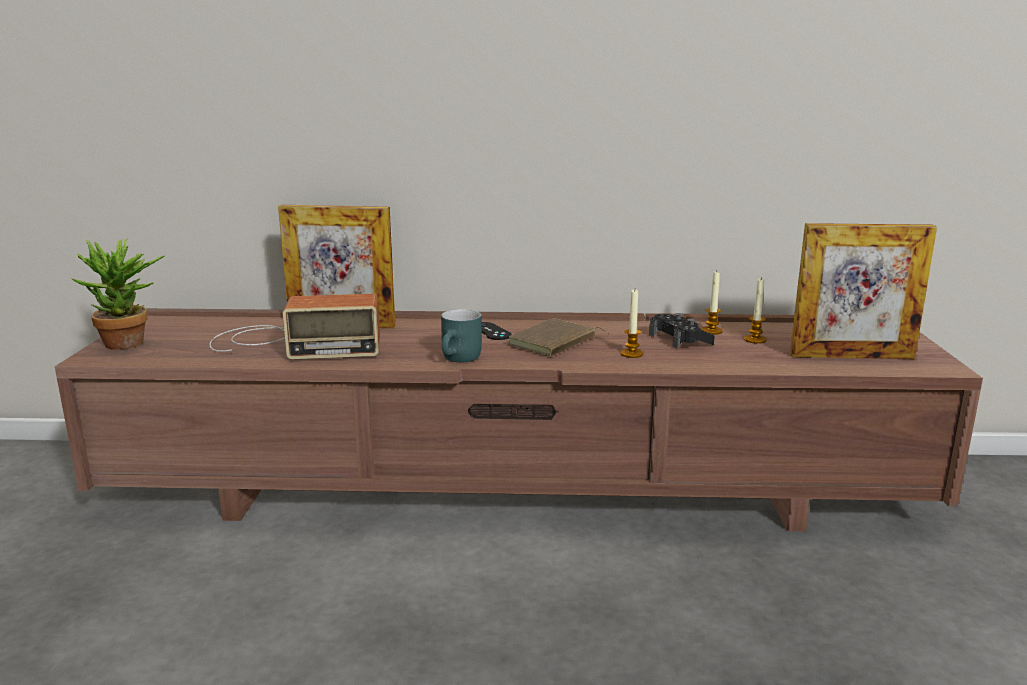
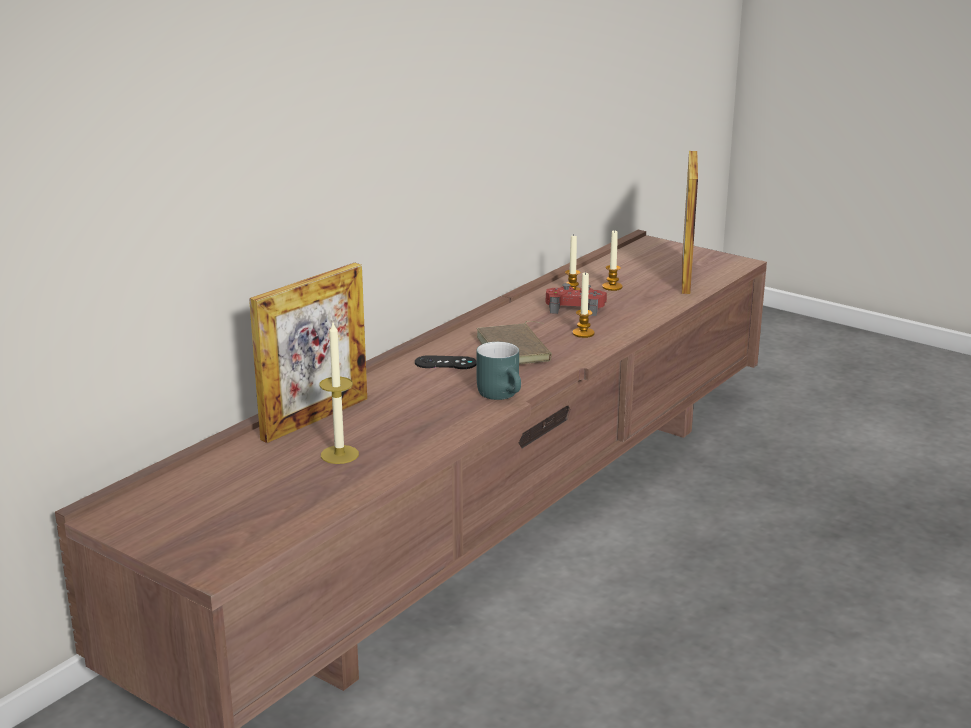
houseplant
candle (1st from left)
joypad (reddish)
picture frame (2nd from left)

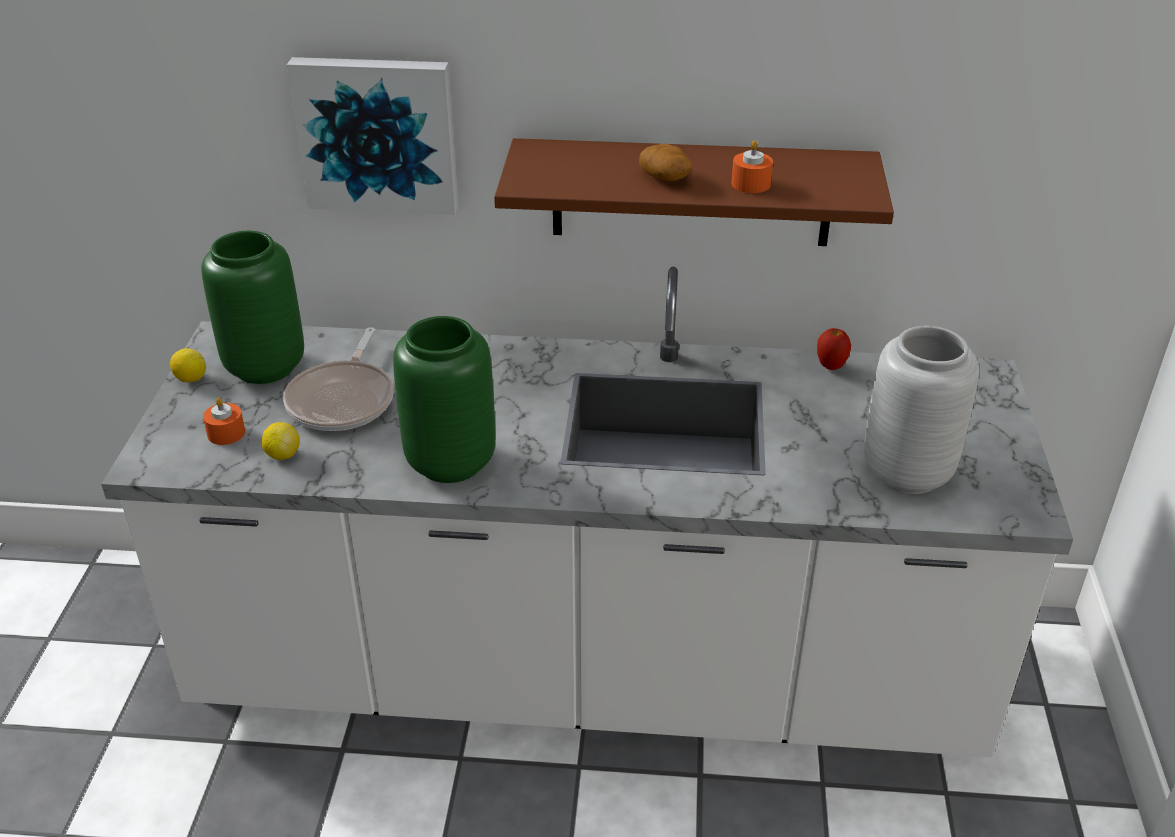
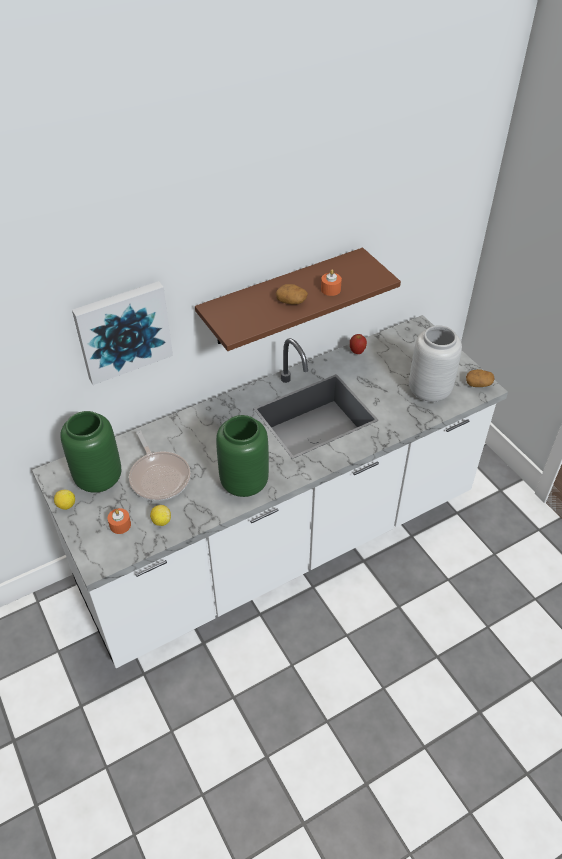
spud (2nd from left)

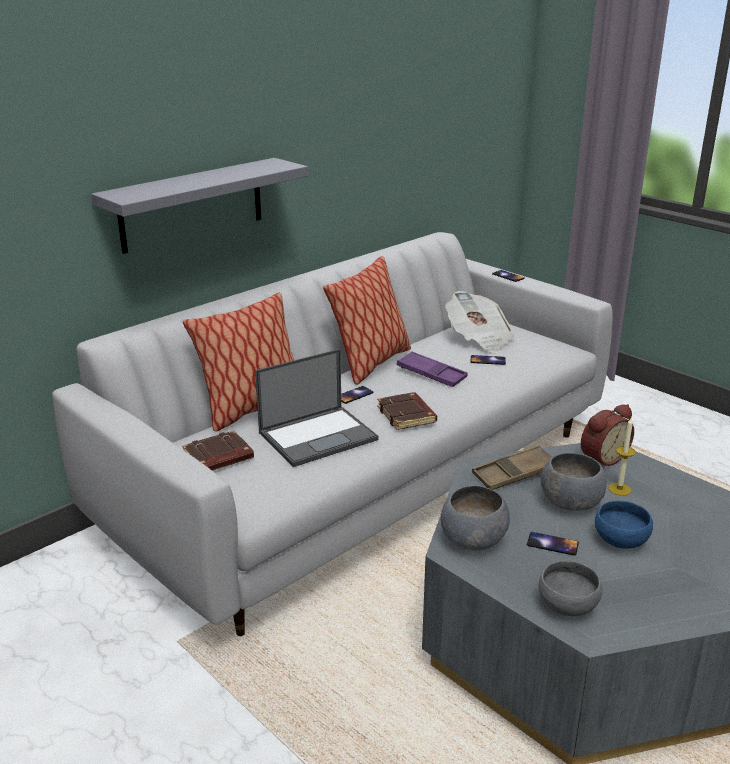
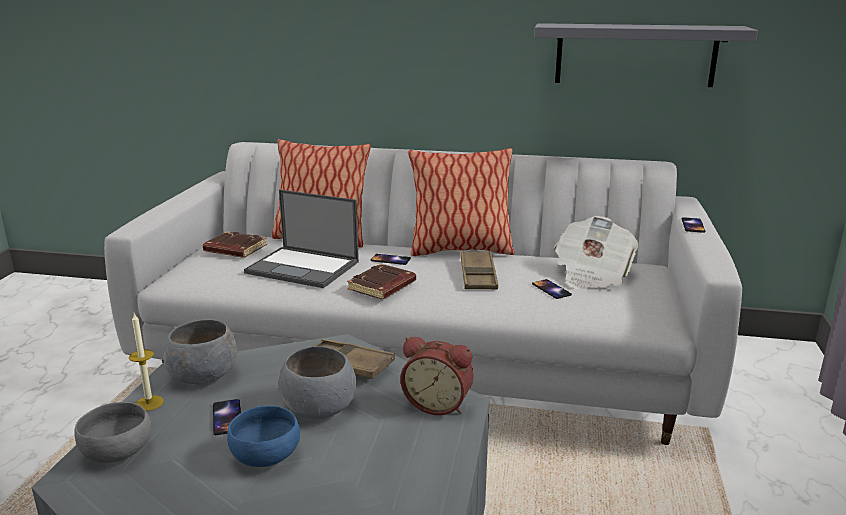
wall shelf (gray)
tray (brown-coloured) (2nd from left)
candle

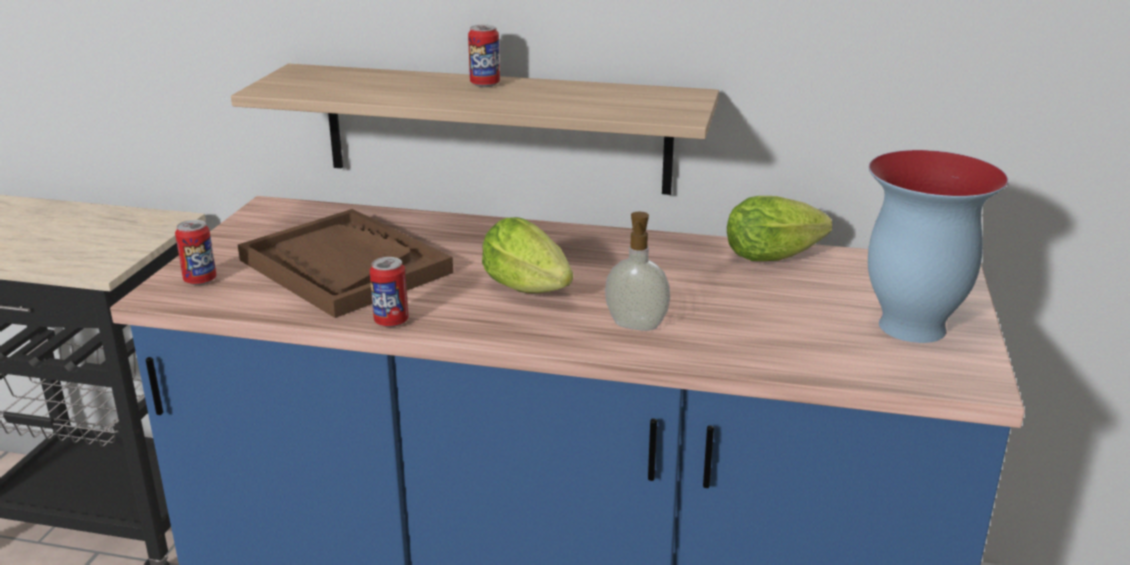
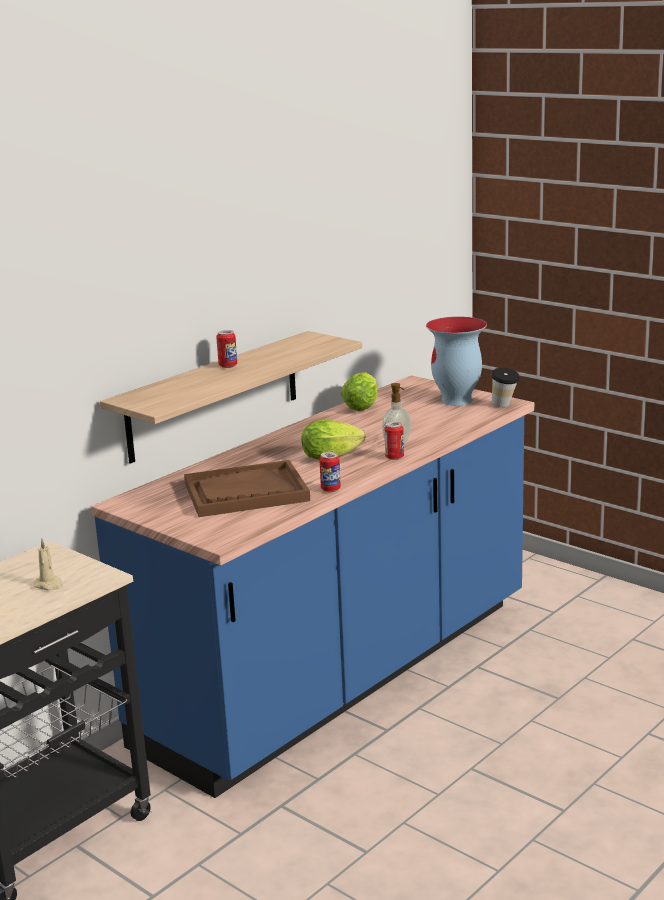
sealed can (3rd from left)
candle (beige)
cup

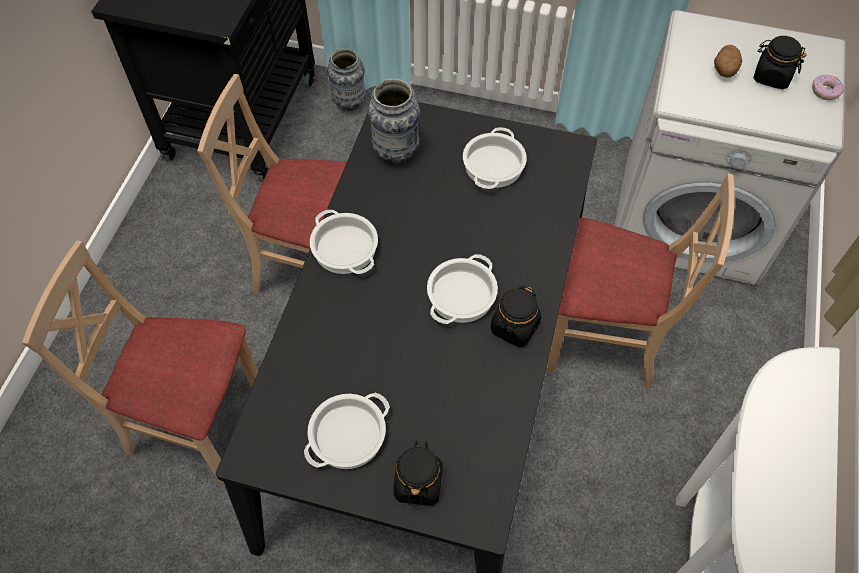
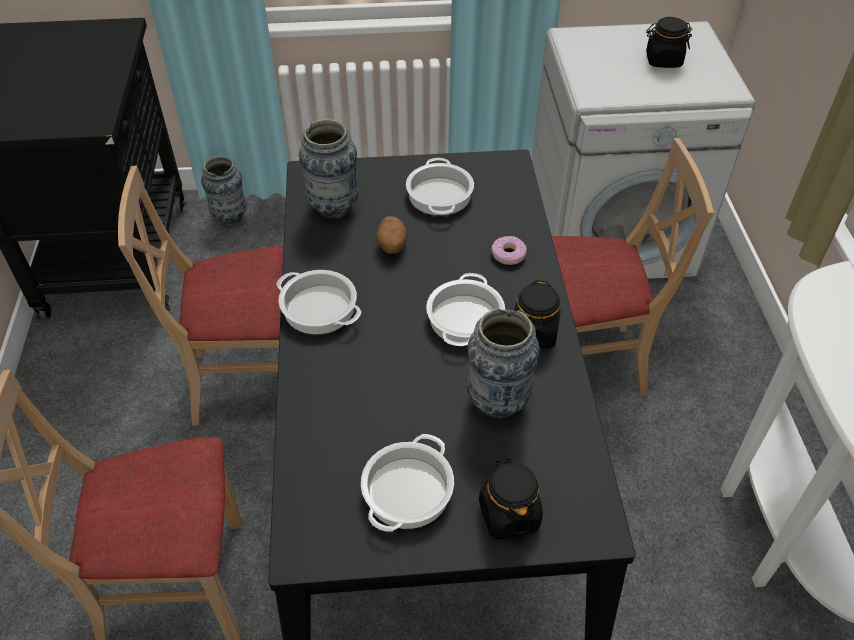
spud
ring doughnut
vase (3rd from left)

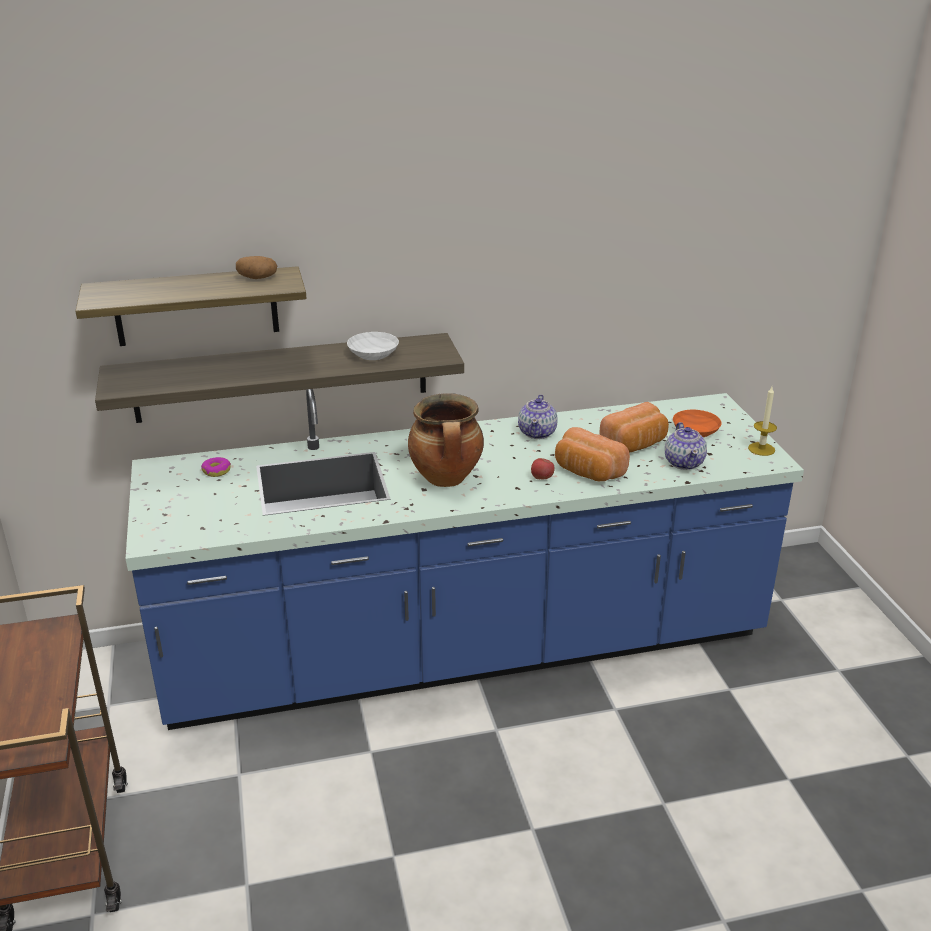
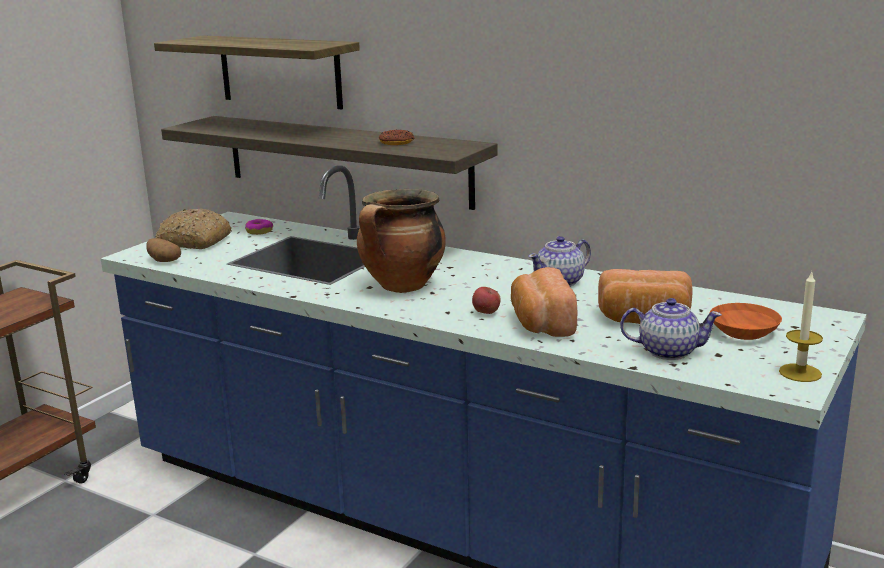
spud
ring doughnut (2nd from left)
tea pot (2nd from left)
baked bread (1st from left)

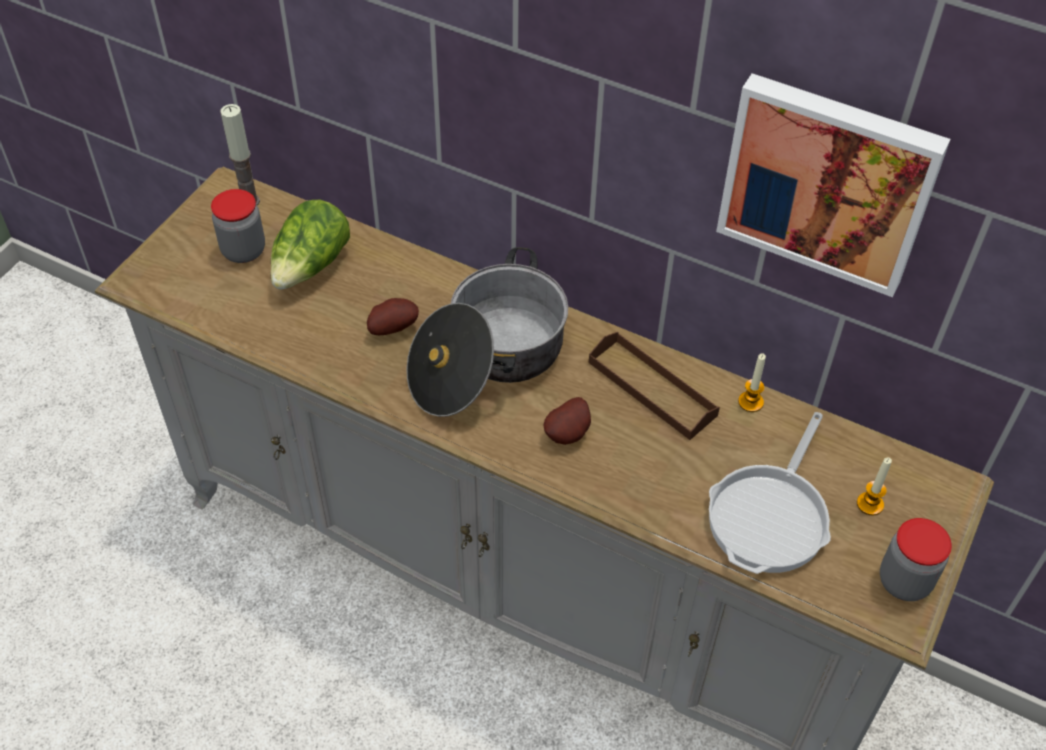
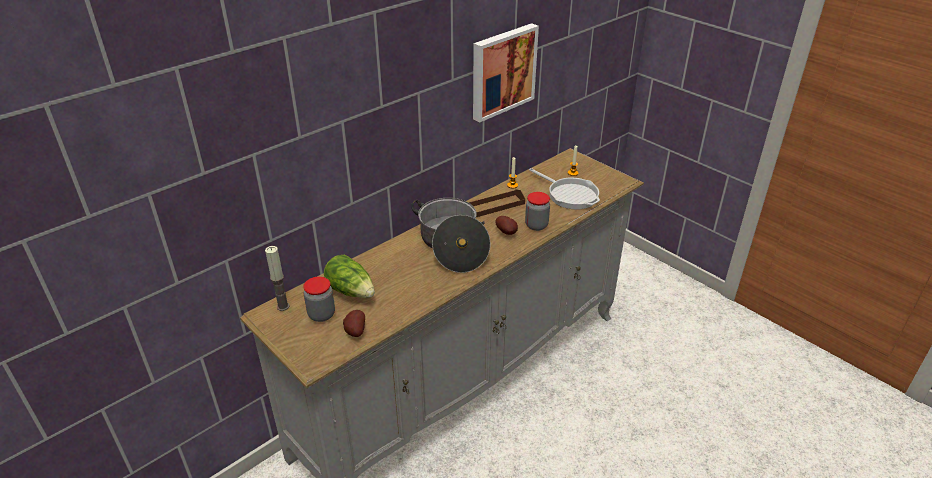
spud (1st from left)
storage jar (2nd from left)

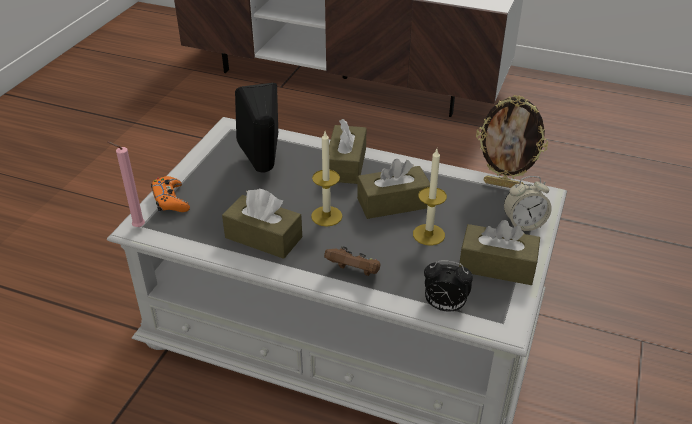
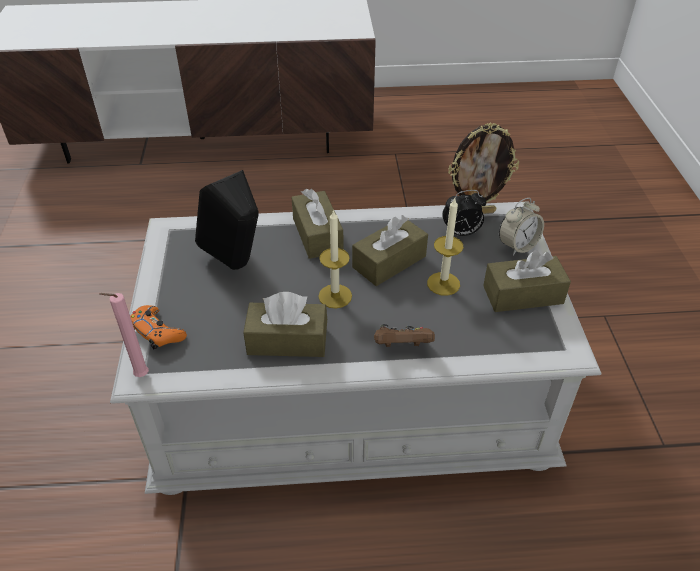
table clock (1st from left)

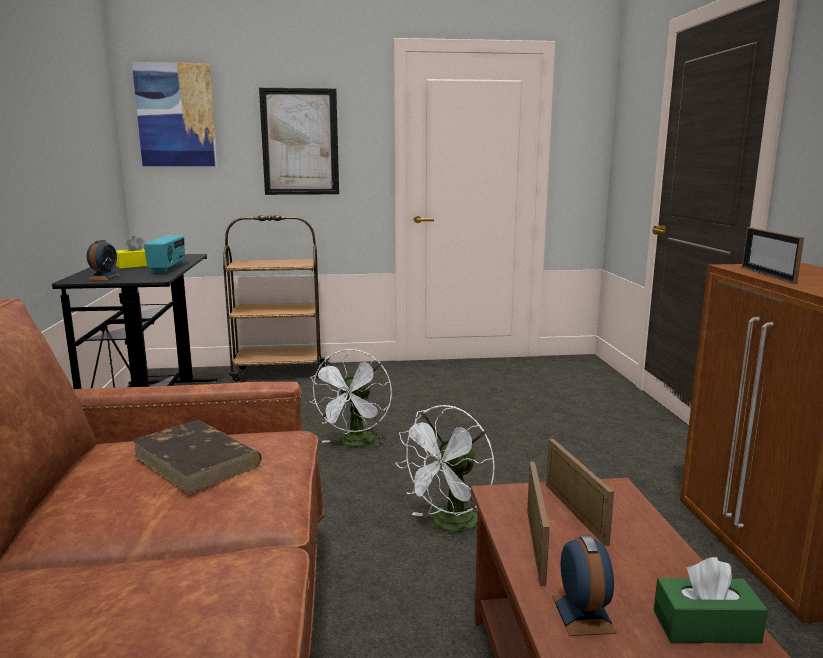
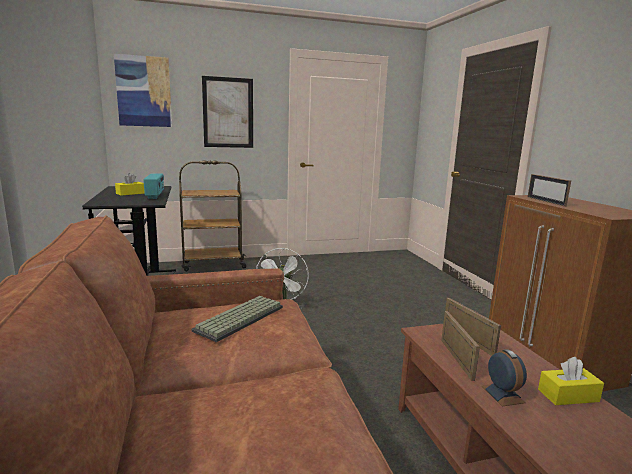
table clock (1st from left in the first image)
keyboard
electric fan (white-coloured) (2nd from left in the first image)
tissue holder (yellow-coloured) (2nd from left)

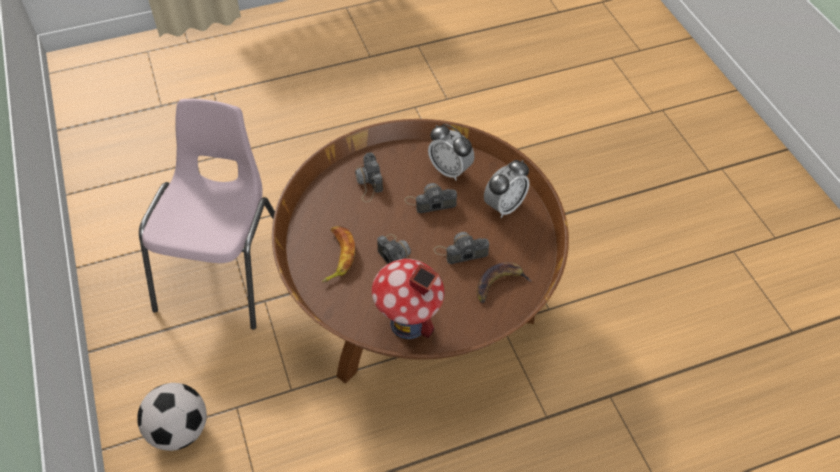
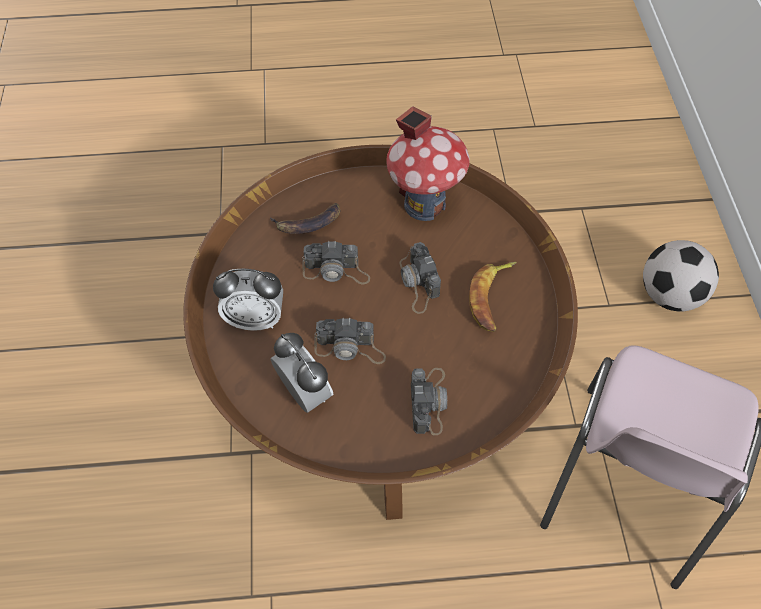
table clock (1st from left)

